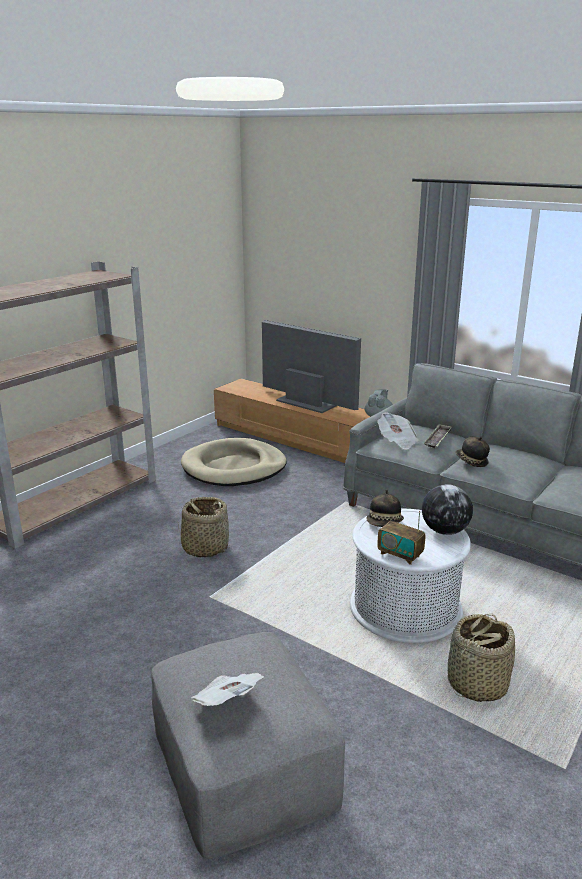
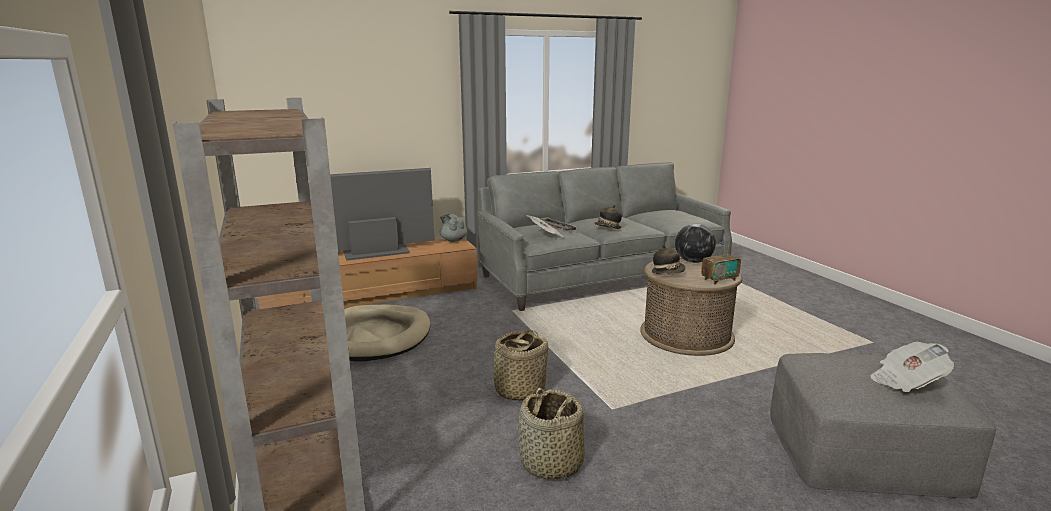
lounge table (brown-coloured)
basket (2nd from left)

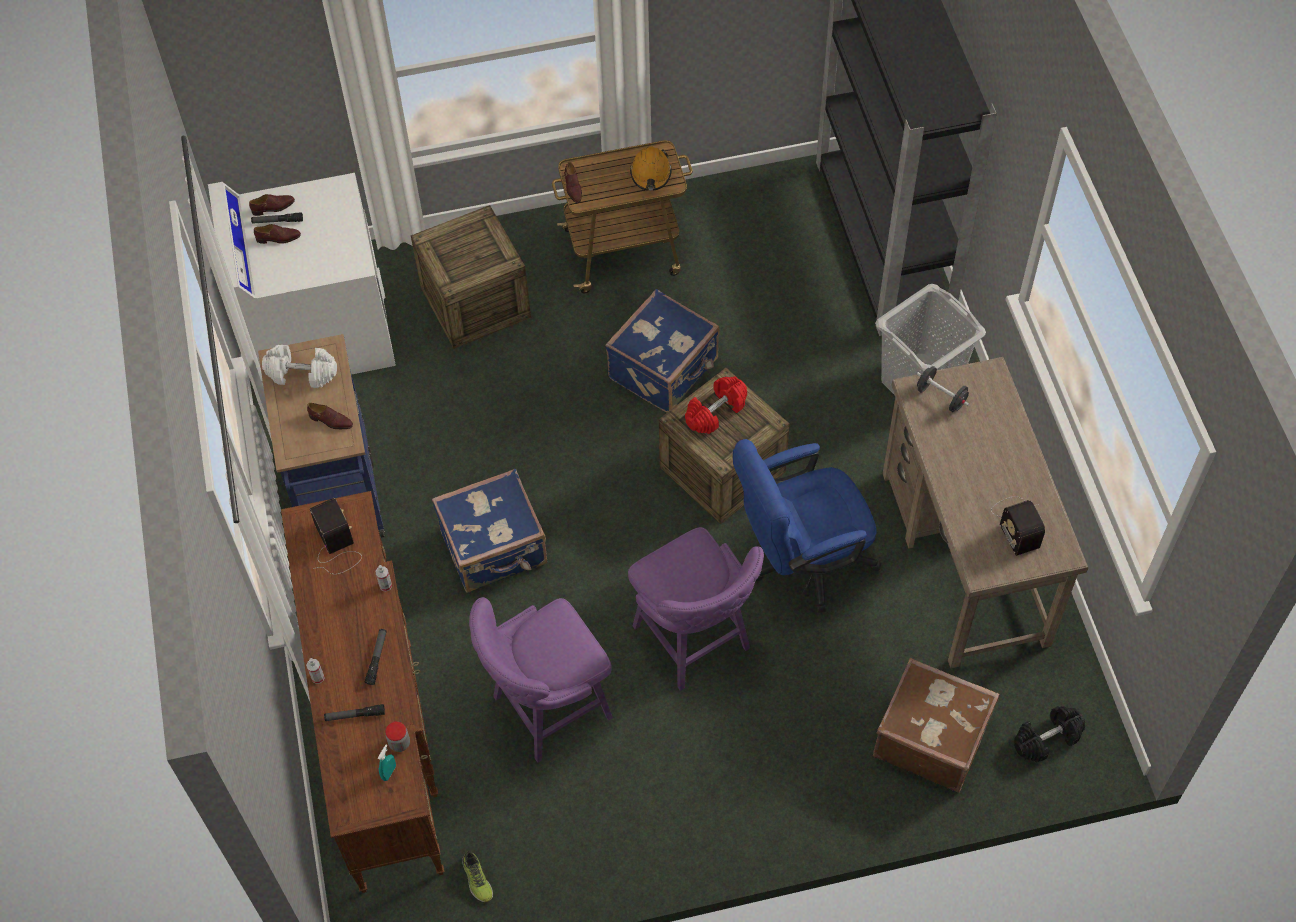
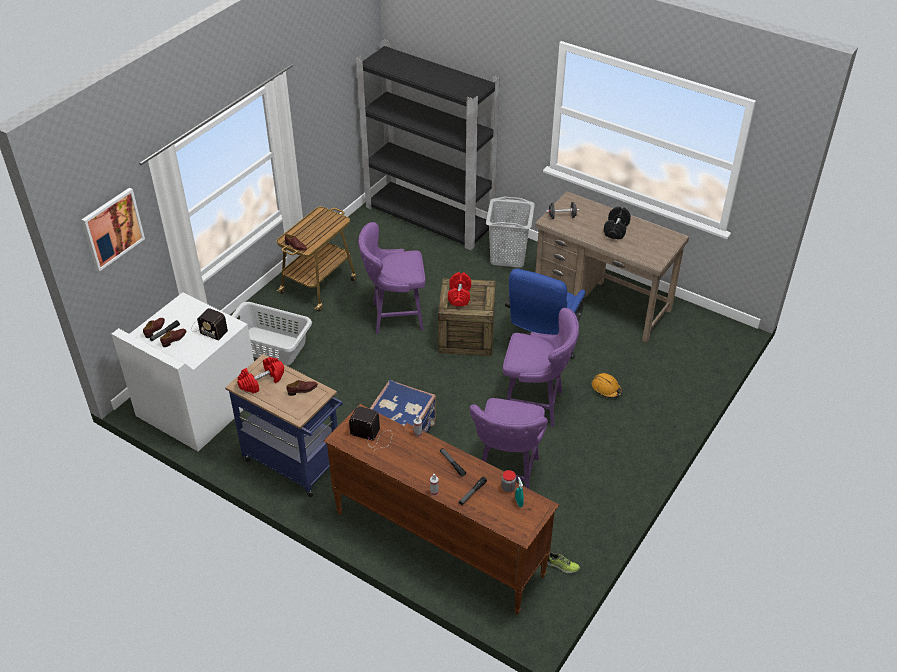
hand weight (reddish) (1st from left)
laundry basket (gray) (1st from left)
stool seat (purplish) (1st from left)
work helmet (orangey)
piece of luggage (brown-coloured)
radio (1st from left)
hand weight (blackish) (2nd from left)
wall picture

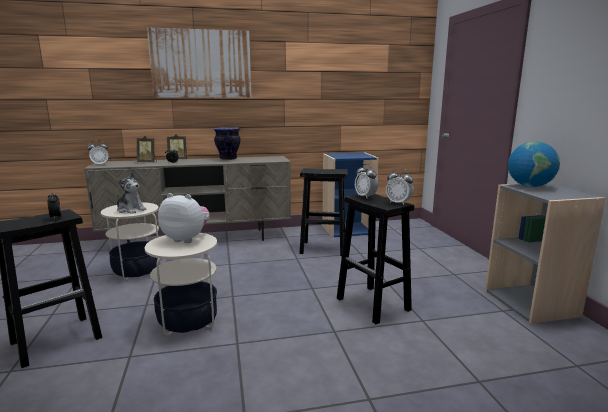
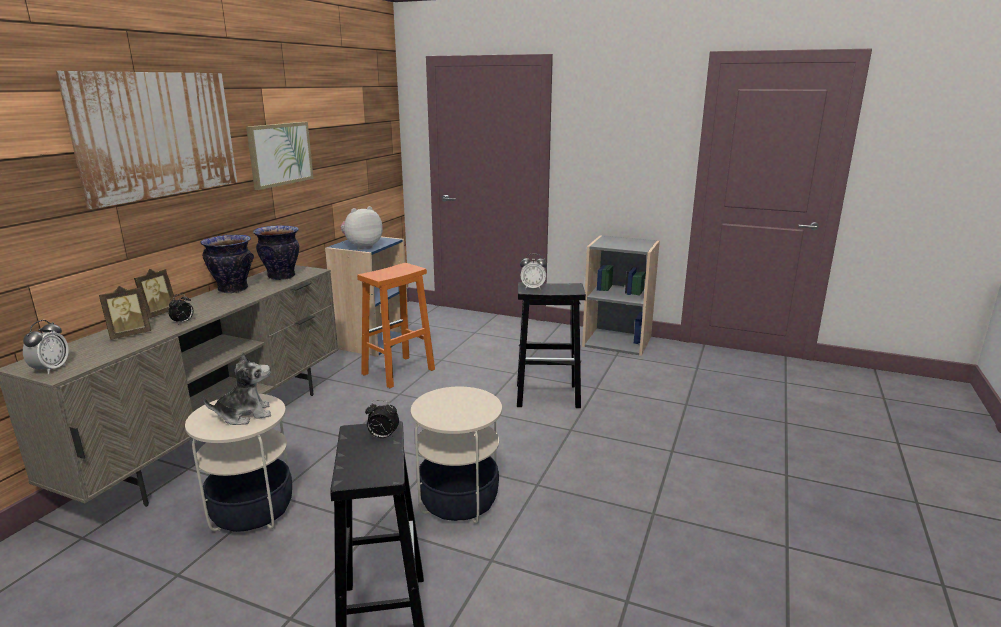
plush toy (2nd from left)
stool seat (orangey)
table clock (5th from left in the first image)
desk globe
wall picture (2nd from left)
vase (2nd from left)

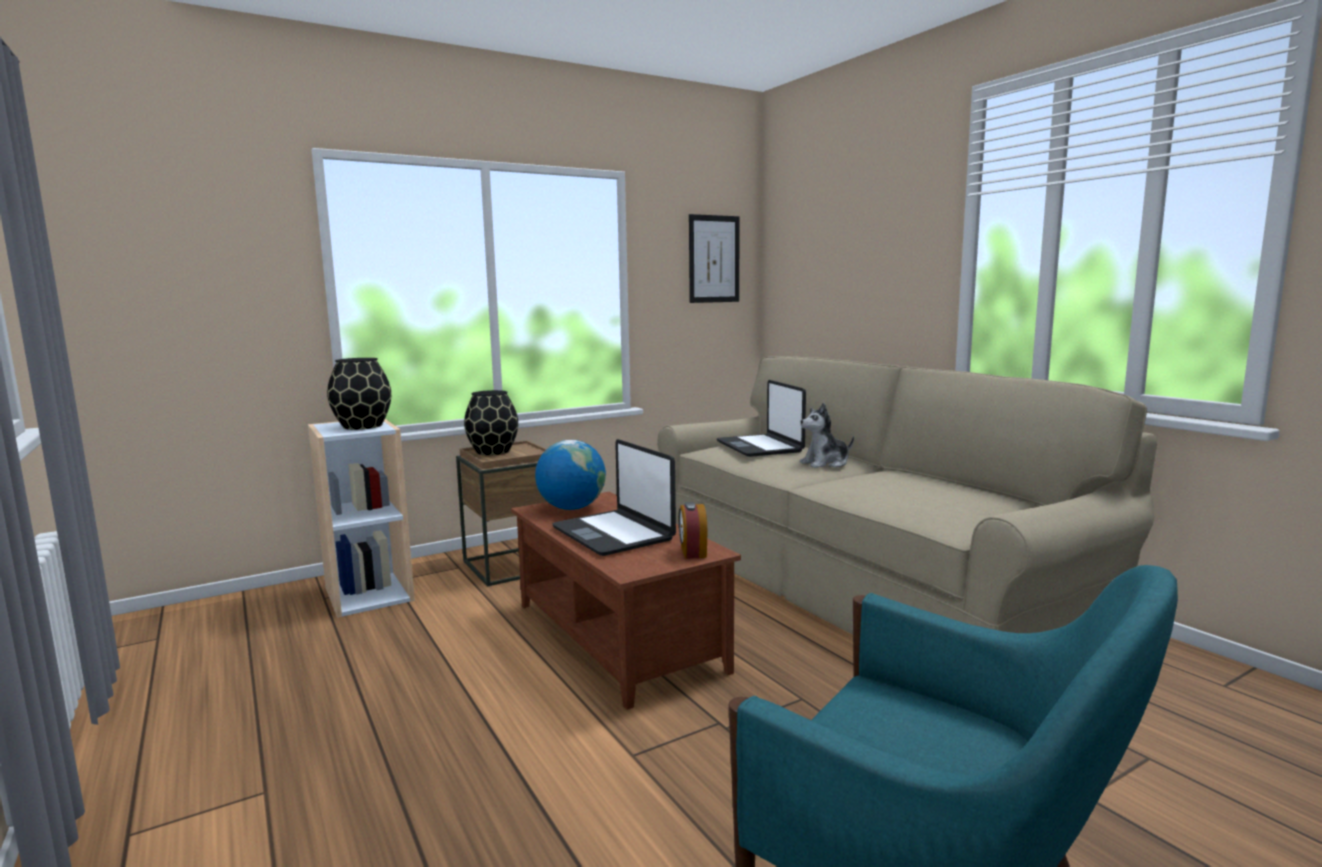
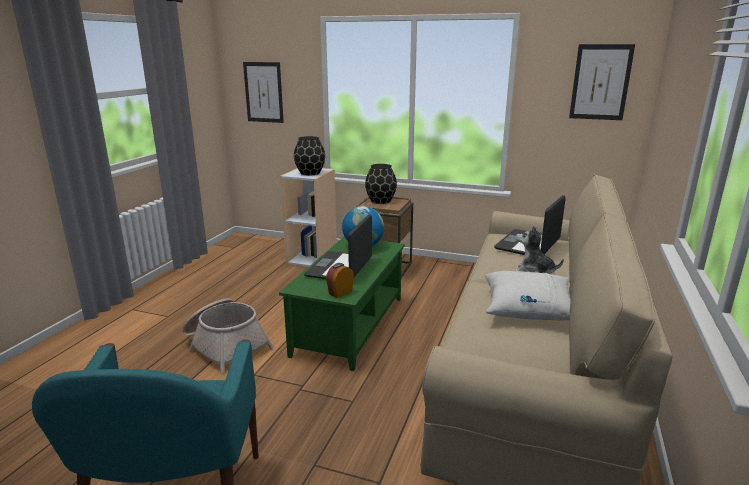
lounge table (green-coloured)
basket
wall picture (1st from left)
pillow (gray)

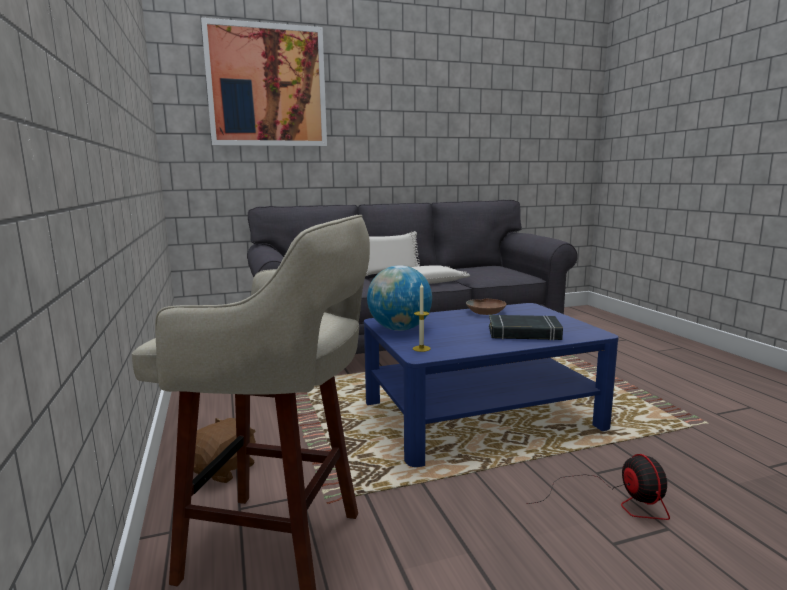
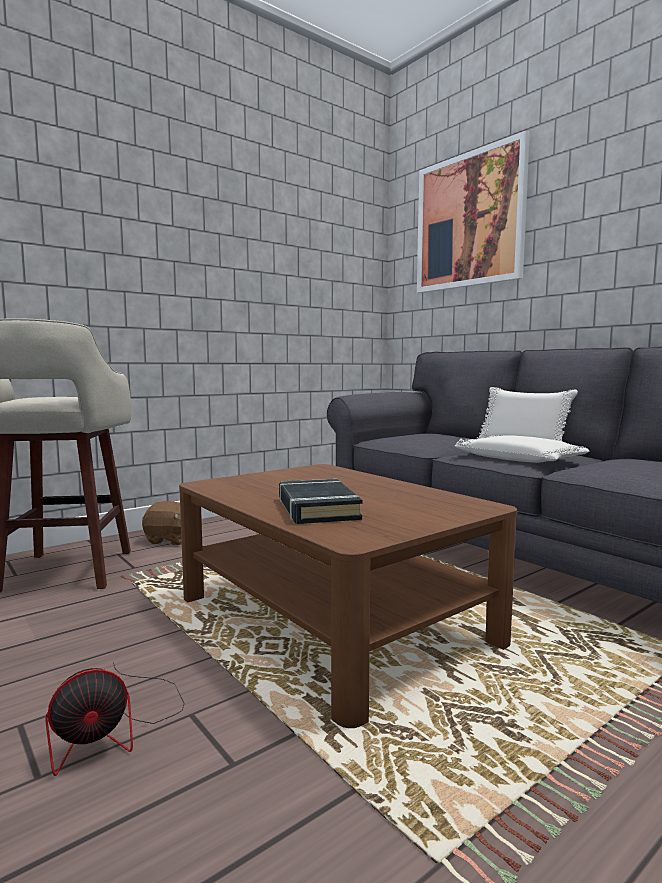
lounge table (brown-coloured)
desk globe
candle
deep dish (brown-coloured)

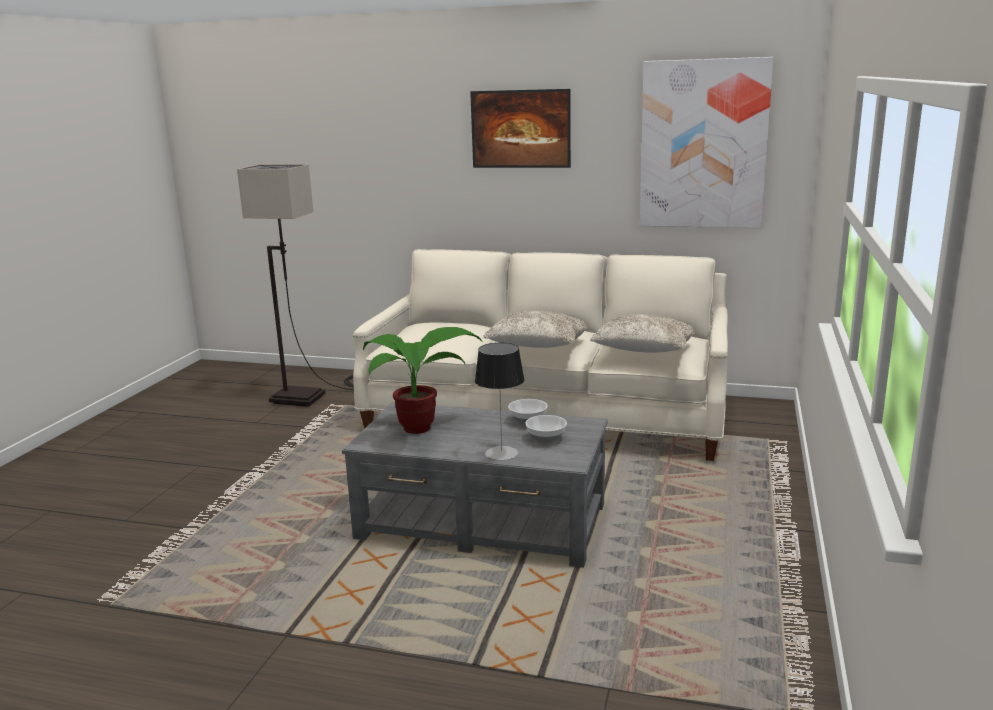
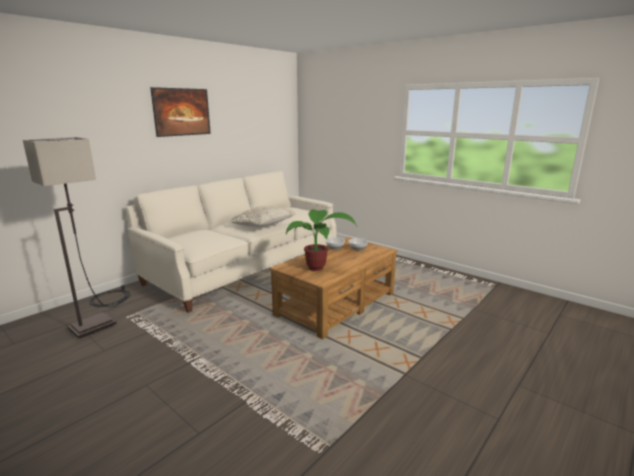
lounge table (brown-coloured)
lamp for a table
pillow (beige) (2nd from left in the first image)
wall picture (2nd from left in the first image)

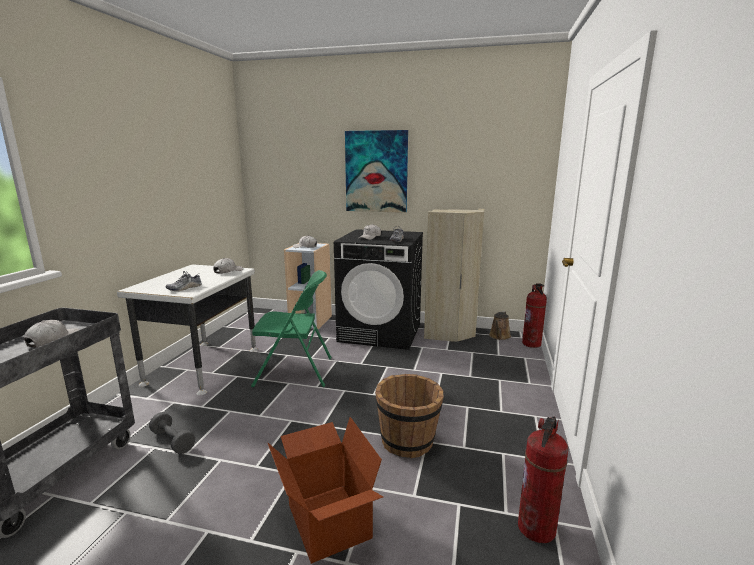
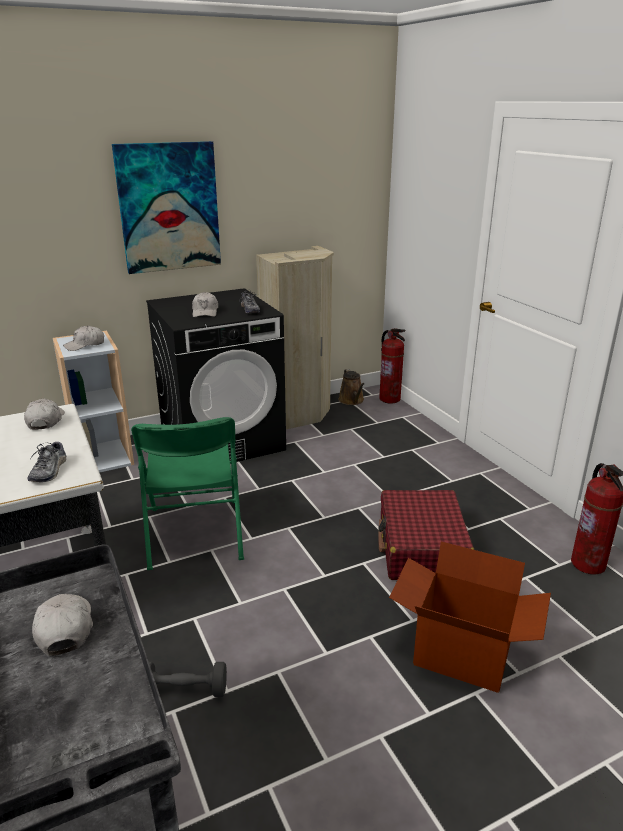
upright chair (green-coloured)
piece of luggage (reddish)

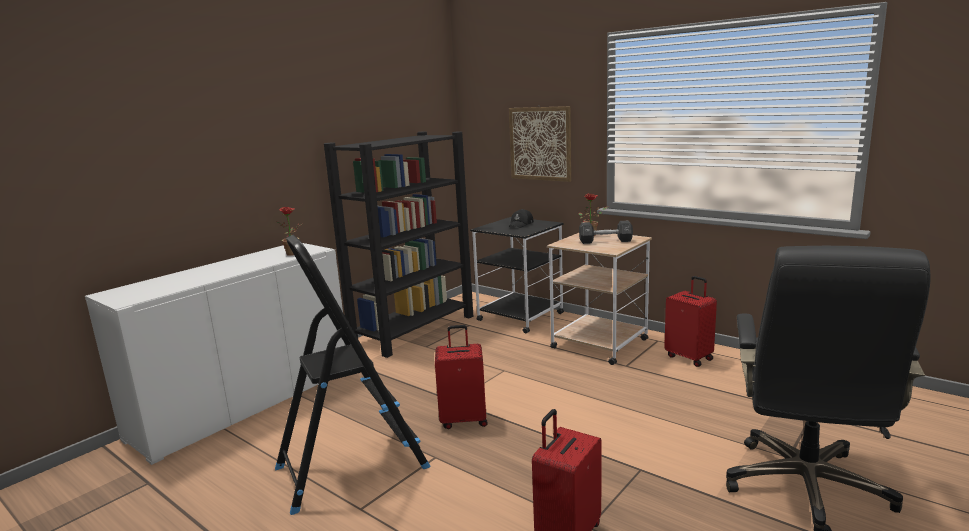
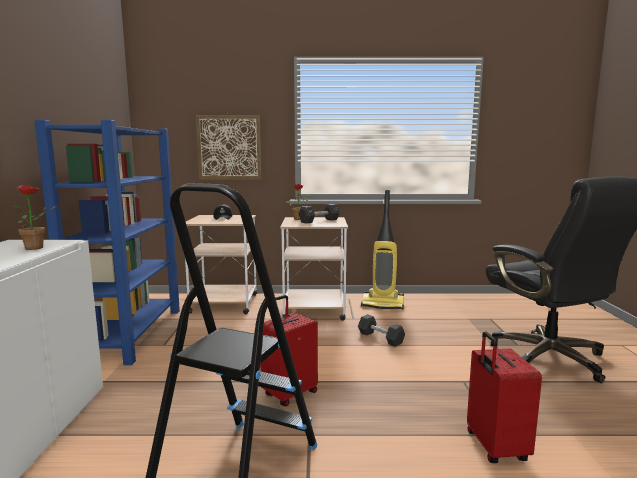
bookshelf (blue-coloured)
cart (beige) (1st from left)
vacuum
hand weight (blackish) (2nd from left)

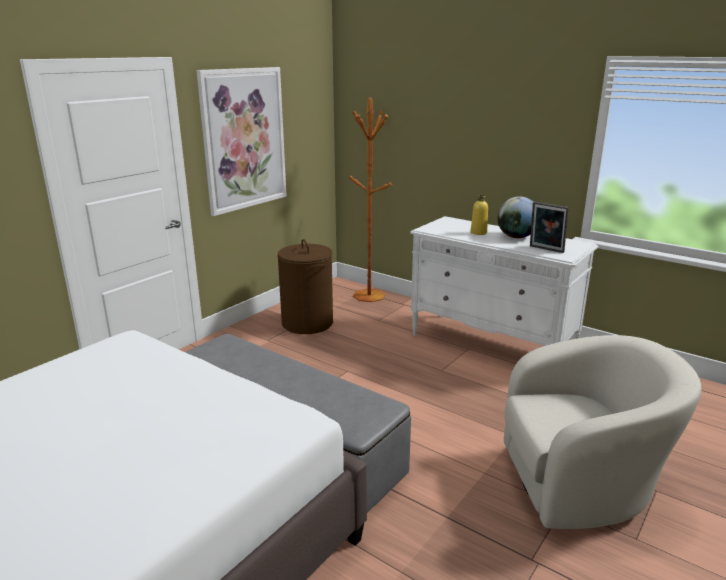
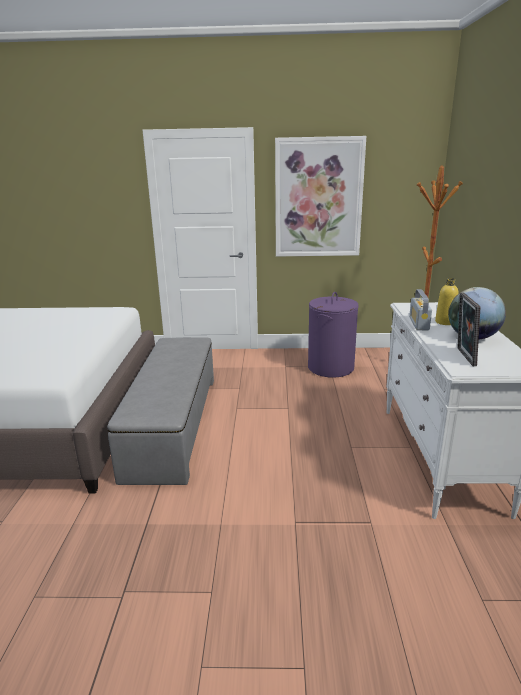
laundry basket (purplish)
armchair (beige)
radio

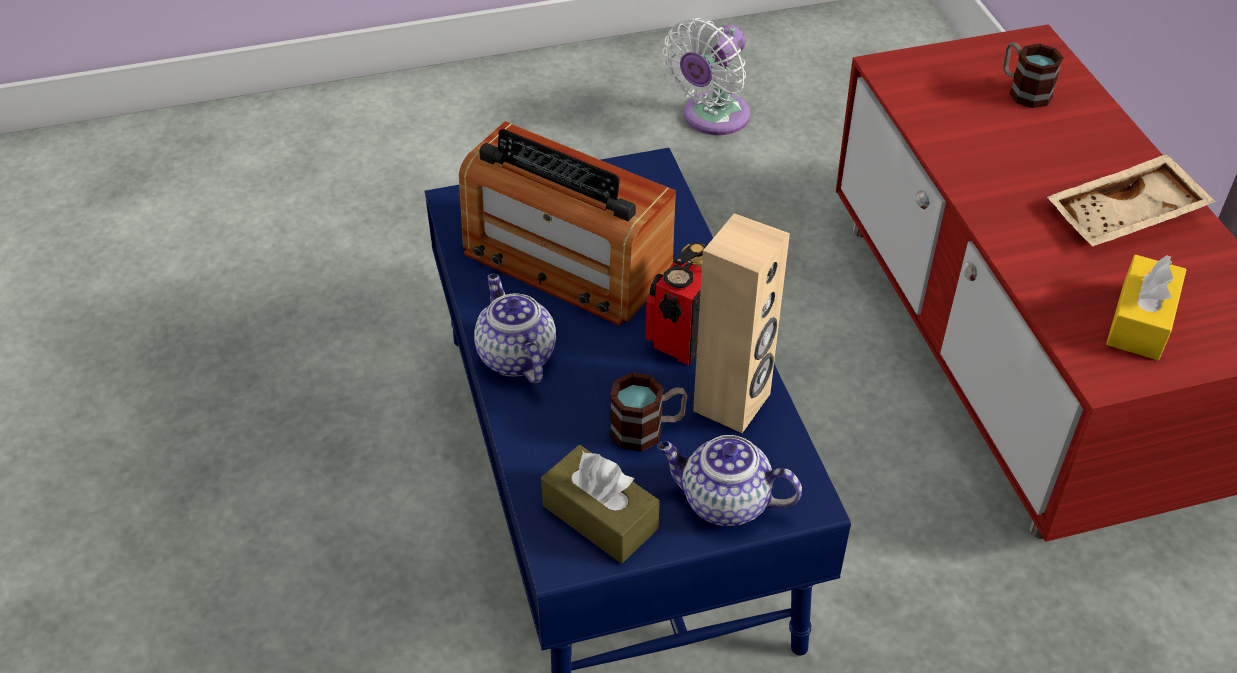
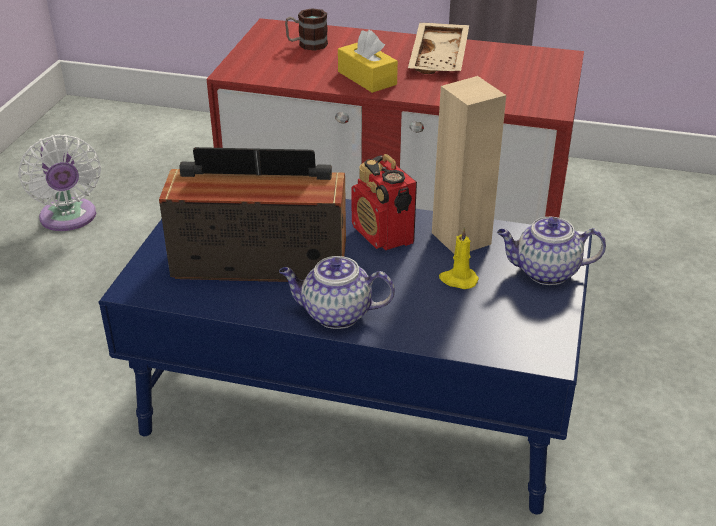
radio (1st from left)
tissue holder (brown-coloured)
candle (yellow-coloured)
tea pot (2nd from left)
tissue holder (yellow-coloured)

